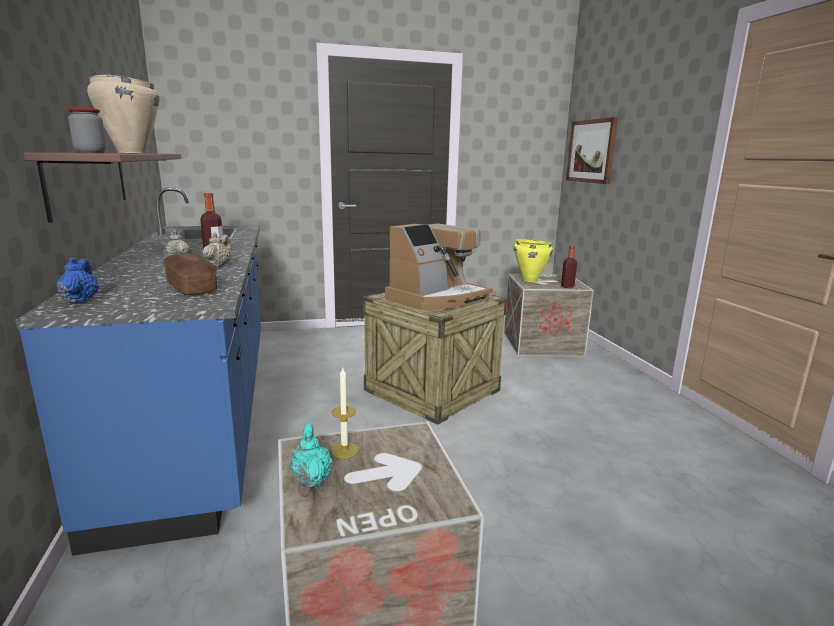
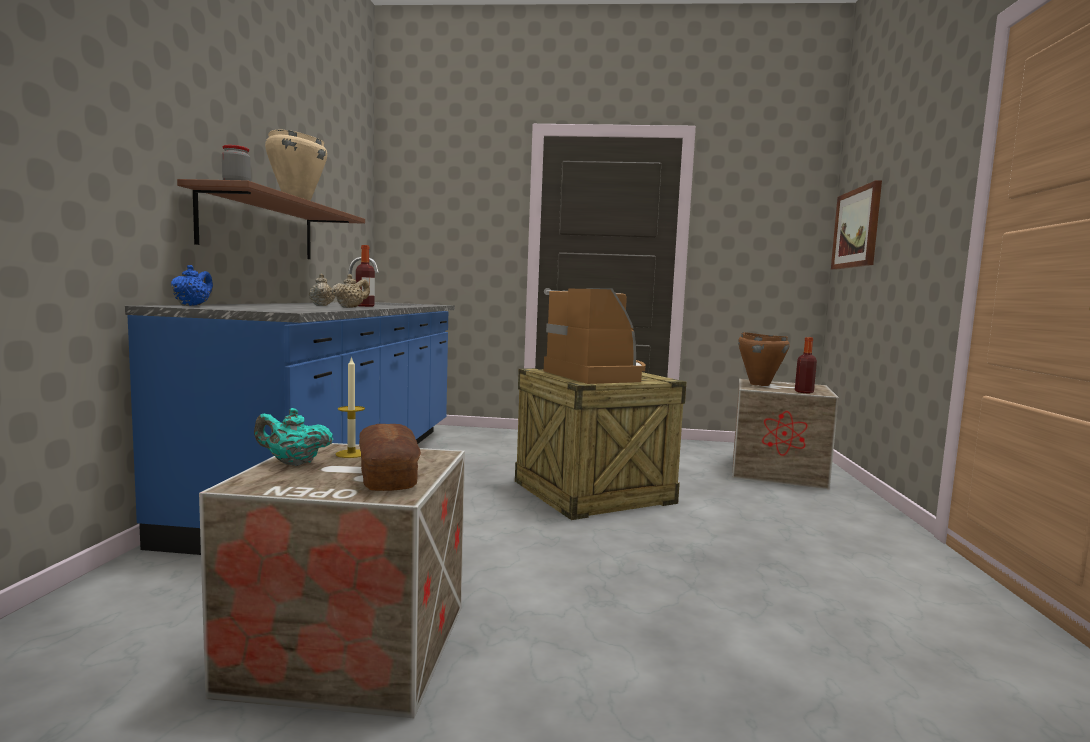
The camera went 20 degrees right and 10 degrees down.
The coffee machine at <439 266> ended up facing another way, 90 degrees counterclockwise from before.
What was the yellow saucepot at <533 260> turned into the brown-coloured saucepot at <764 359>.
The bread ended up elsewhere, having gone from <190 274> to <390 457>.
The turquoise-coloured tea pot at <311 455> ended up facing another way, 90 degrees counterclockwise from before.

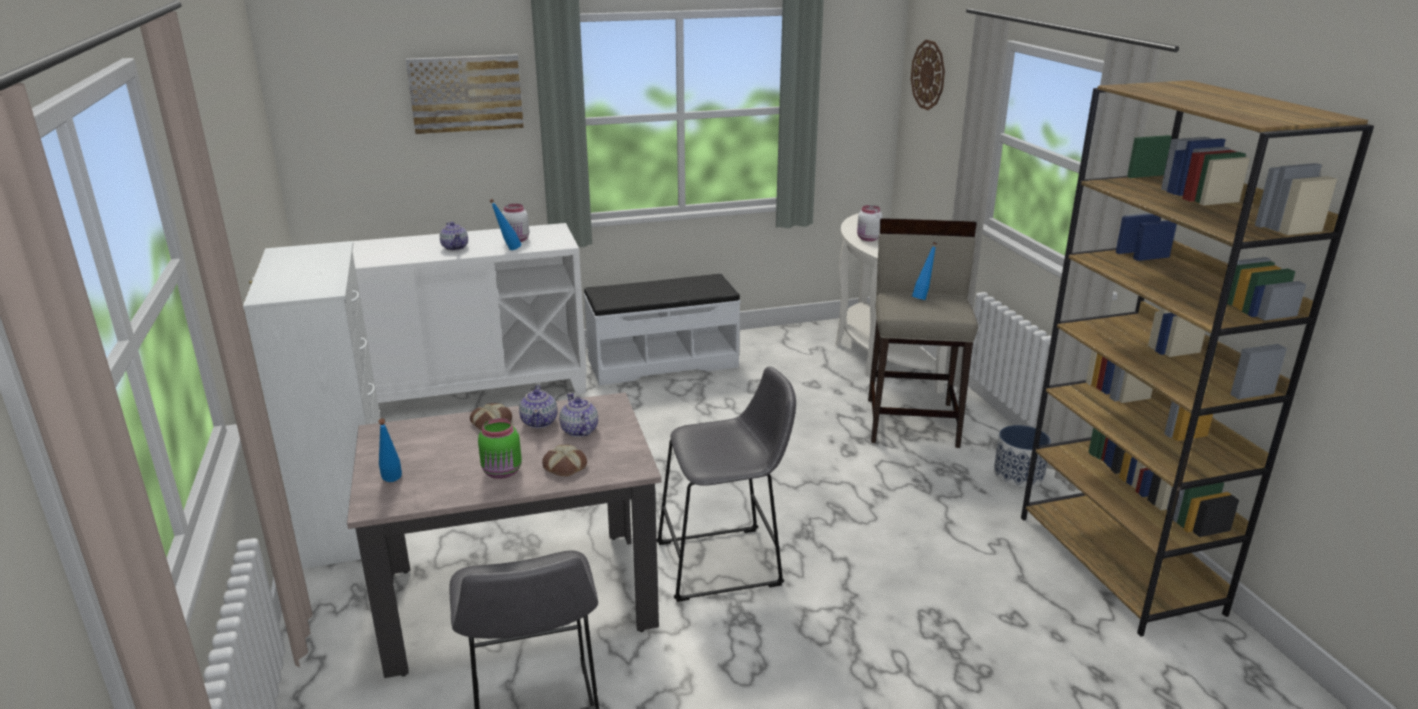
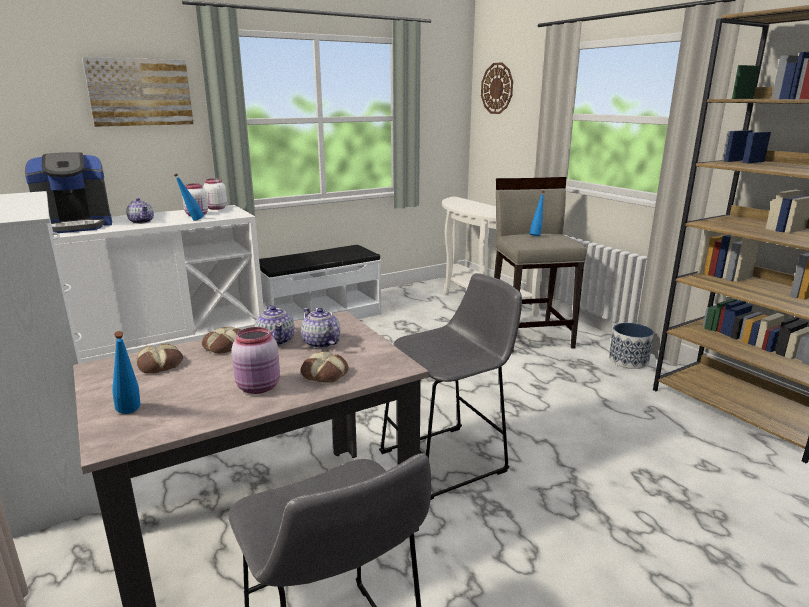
The camera went 15 degrees left and 5 degrees down.
The white jar ended up elsewhere, having gone from <870 223> to <215 194>.
What was the green jar at <499 448> turned into the pink-coloured jar at <255 360>.
The second view gained the coffee machine at <68 192>.
The second view gained the bread at <160 359>.

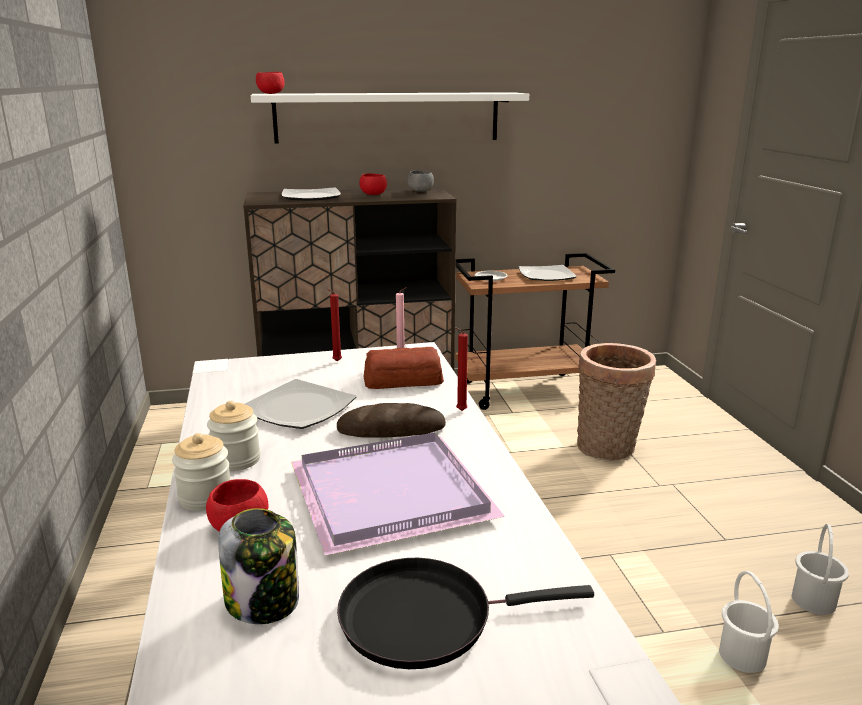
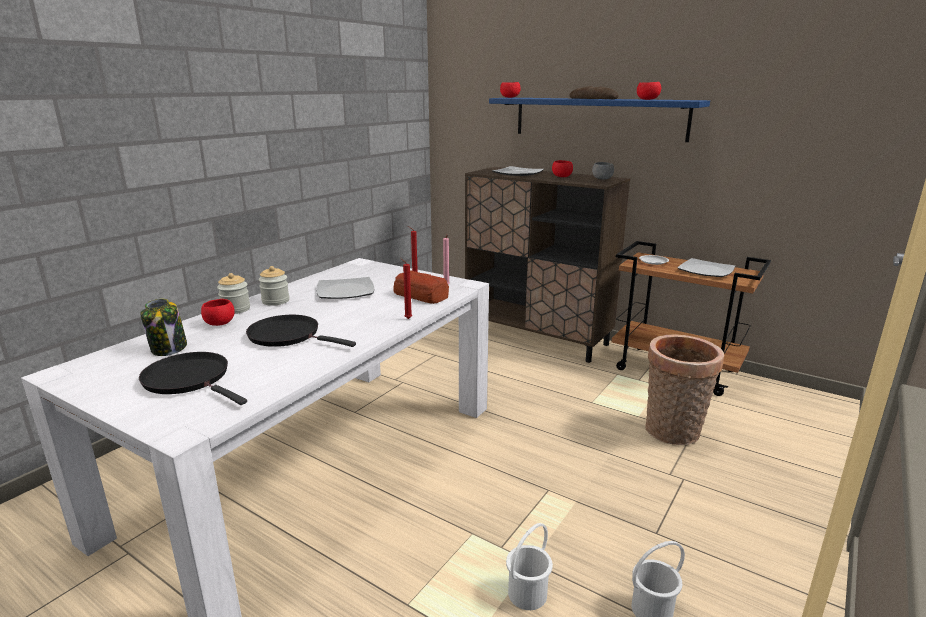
The camera went 45 degrees right and 0 degrees up.
What was the white shelf at <390 118> turned into the blue shelf at <599 120>.
The bread ended up elsewhere, having gone from <391 420> to <593 92>.
Where the purplish tray stood at <398 494>, the black pan came to stand at <301 331>.
The second view gained the reddish deep dish at <649 91>.

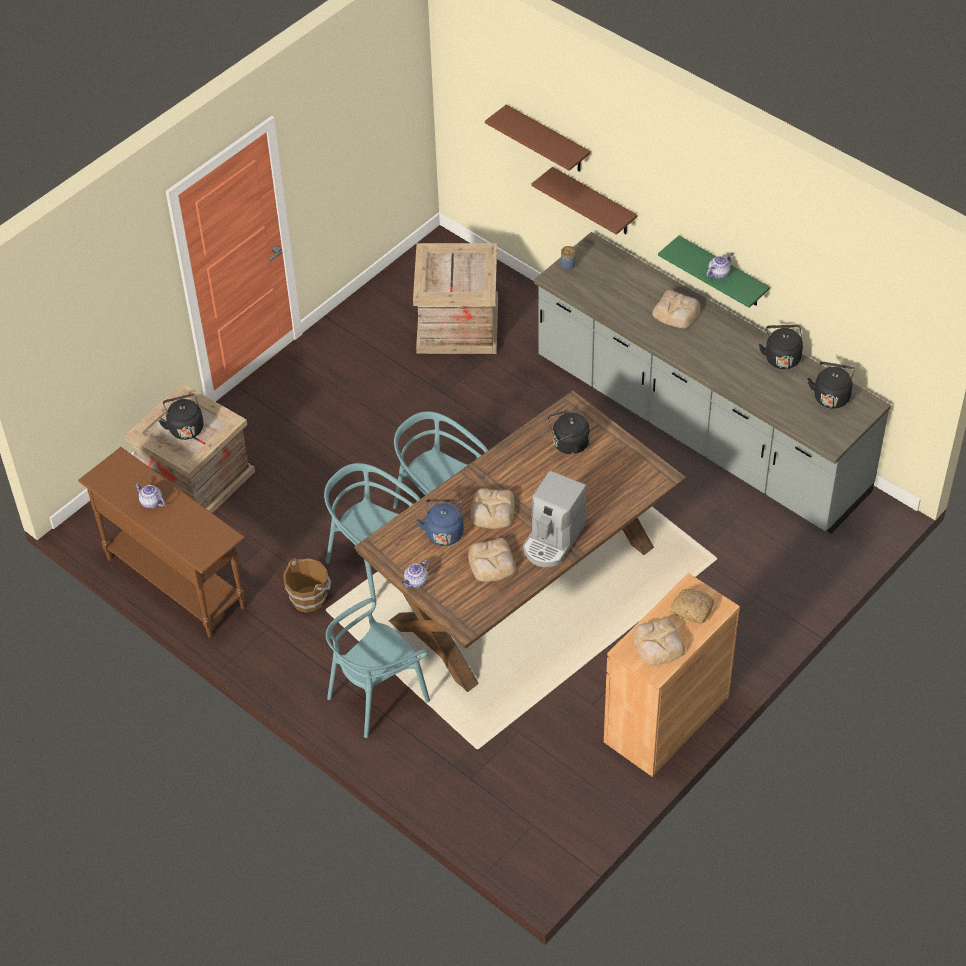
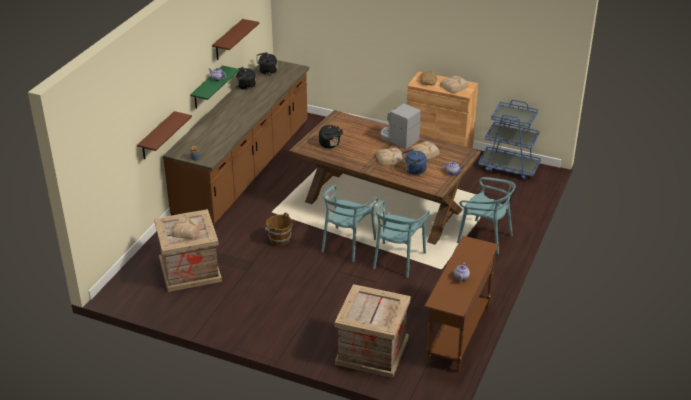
The camera went 110 degrees left and 15 degrees down.
The brown-coloured shelf ended up elsewhere, having gone from <538 138> to <235 39>.
What was the grey counter at <712 382> turned into the brown-coloured counter at <236 142>.
The bread ended up elsewhere, having gone from <676 309> to <186 228>.
The second view lost the black tea kettle at <181 416>.
The coffee machine at <555 518> ended up facing another way, 150 degrees counterclockwise from before.
The brown-coloured bucket ended up elsewhere, having gone from <307 585> to <278 229>.
The second view gained the blue wheeled cart at <509 140>.

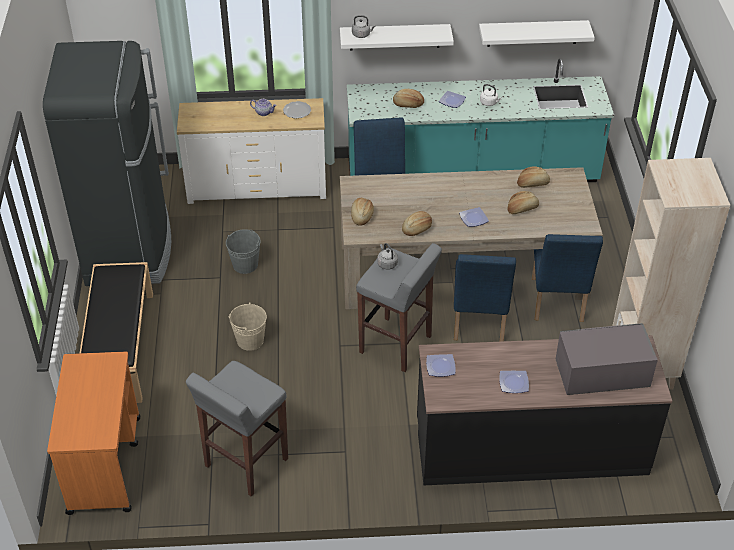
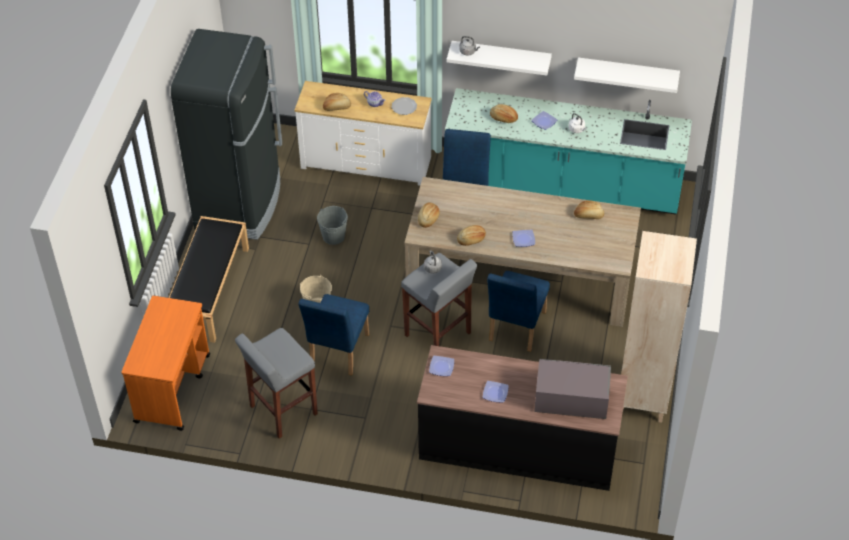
The camera went 15 degrees right and 5 degrees up.
The bread ended up elsewhere, having gone from <523 202> to <337 102>.
The blue plain chair ended up elsewhere, having gone from <567 278> to <333 334>.

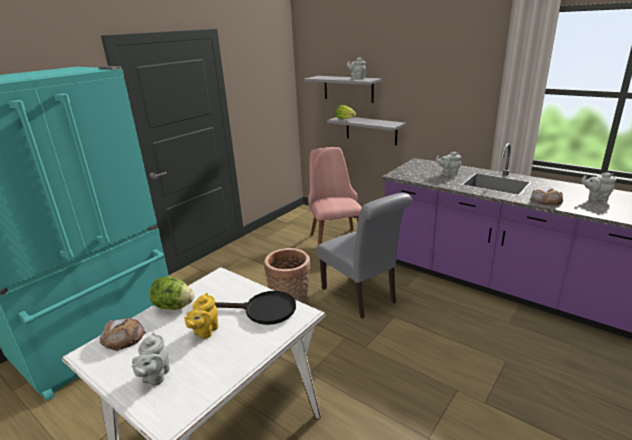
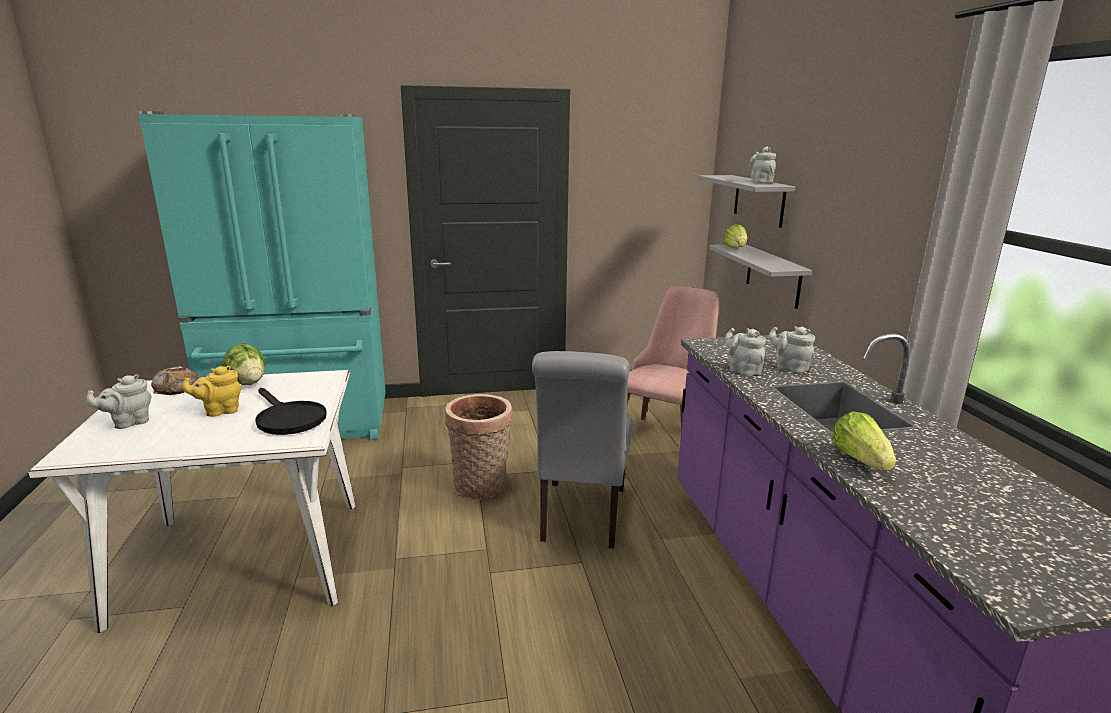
The camera went 40 degrees right and 5 degrees down.
The grey tea pot ended up elsewhere, having gone from <598 186> to <745 352>.
Where the bread stood at <546 196>, the head of lettuce came to stand at <863 440>.

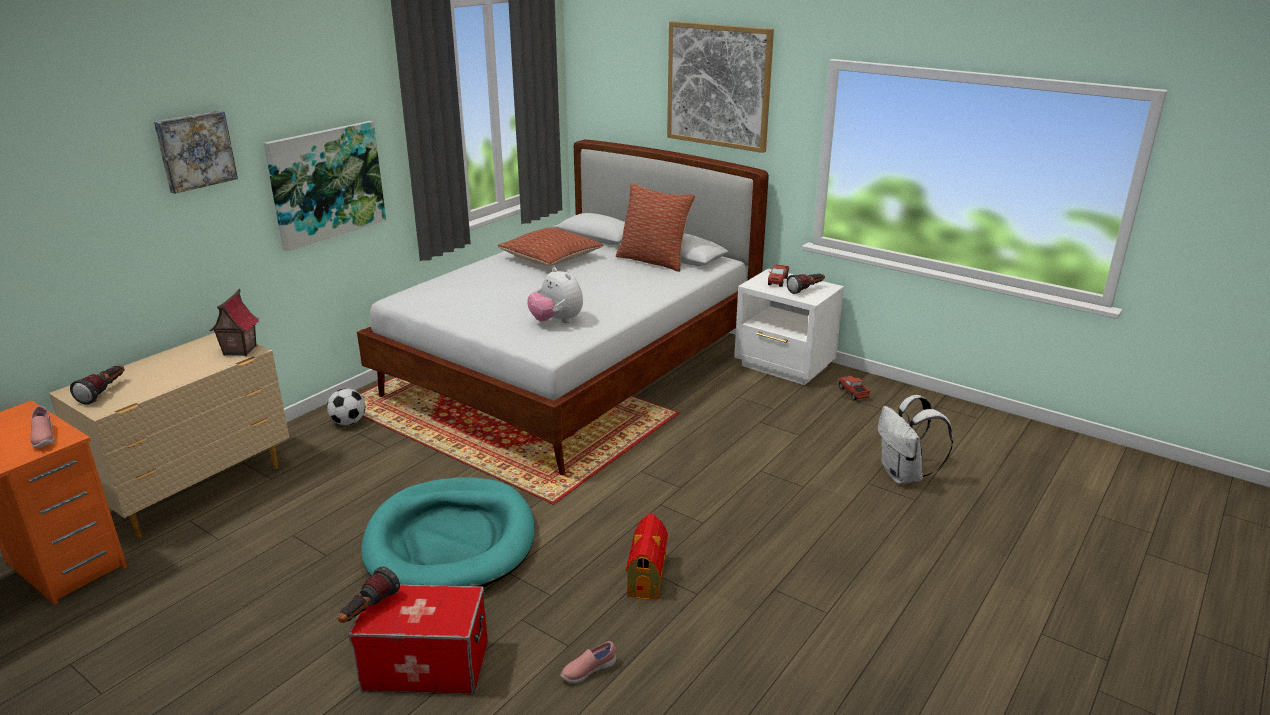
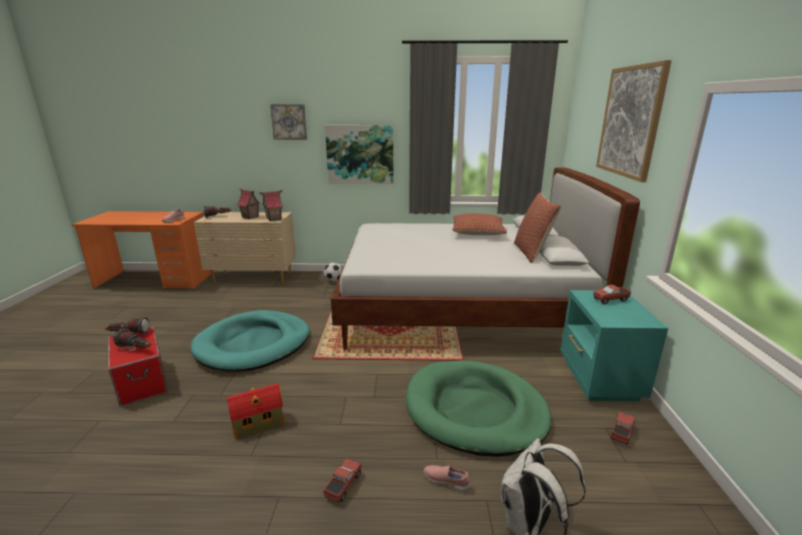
The camera went 55 degrees right and 5 degrees down.
The second view lost the soft toy at <555 295>.
What was the white night table at <789 326> turned into the turquoise-coloured night table at <614 345>.
The hand torch ended up elsewhere, having gone from <806 284> to <132 338>.
The pink-coloured shoe ended up elsewhere, having gone from <588 662> to <447 478>.
The second view gained the toy house at <249 203>.
The second view gained the green pet bed at <478 408>.
The second view gained the toy truck at <342 481>.

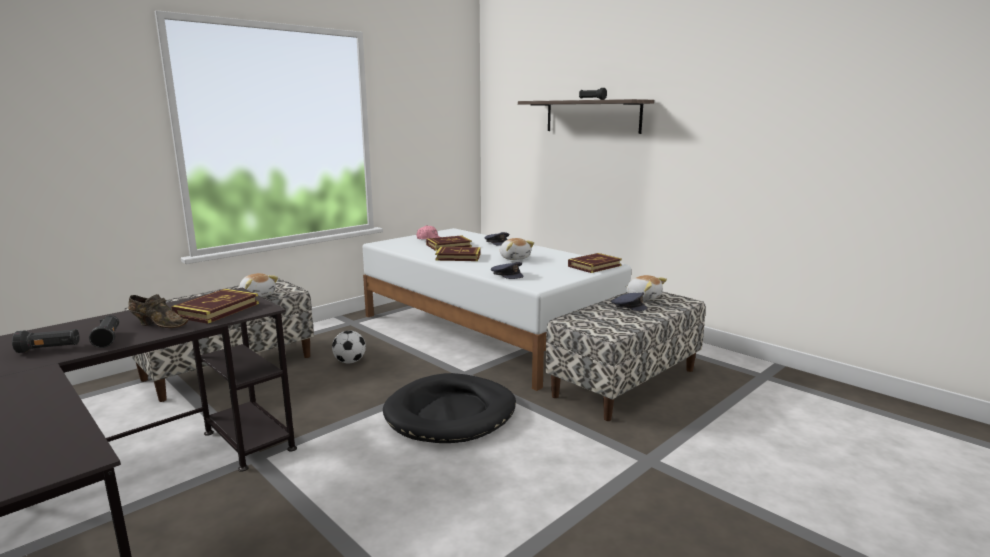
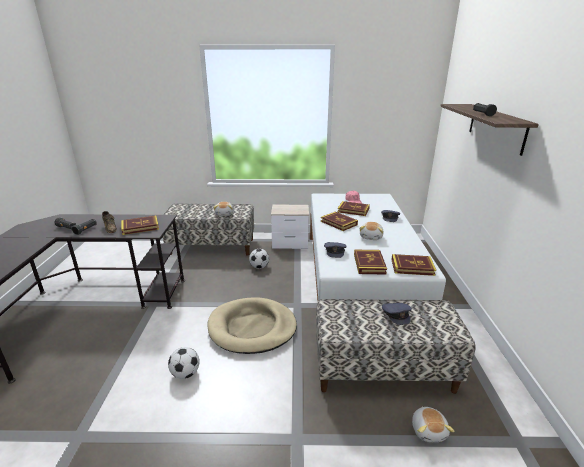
The camera went 45 degrees right and 10 degrees up.
The soft toy ended up elsewhere, having gone from <646 288> to <433 424>.
What was the black pet bed at <449 408> turned into the sand-coloured pet bed at <252 325>.
The second view gained the night table at <290 227>.
The second view gained the volume at <370 262>.
The second view gained the ball for football at <184 363>.

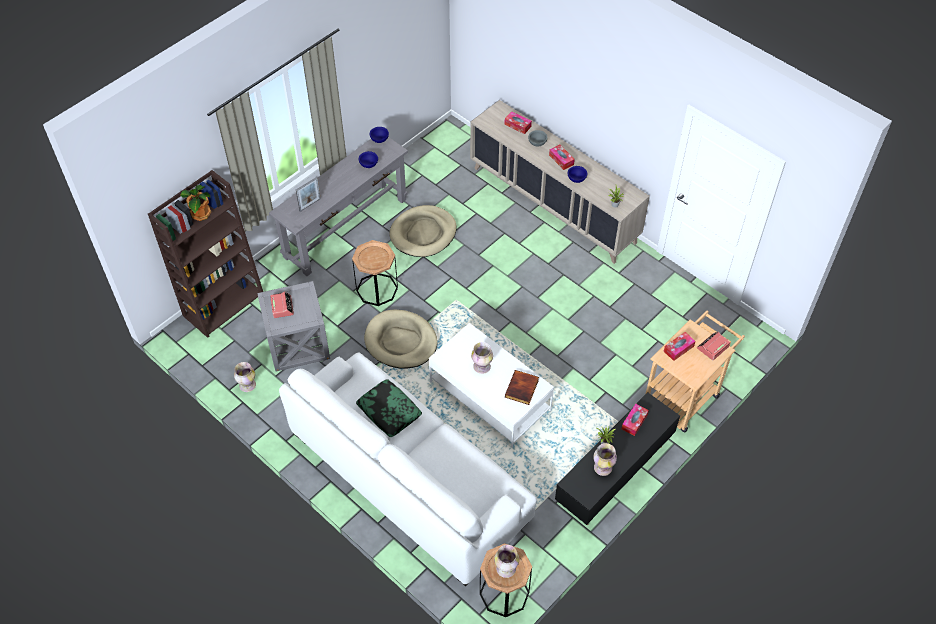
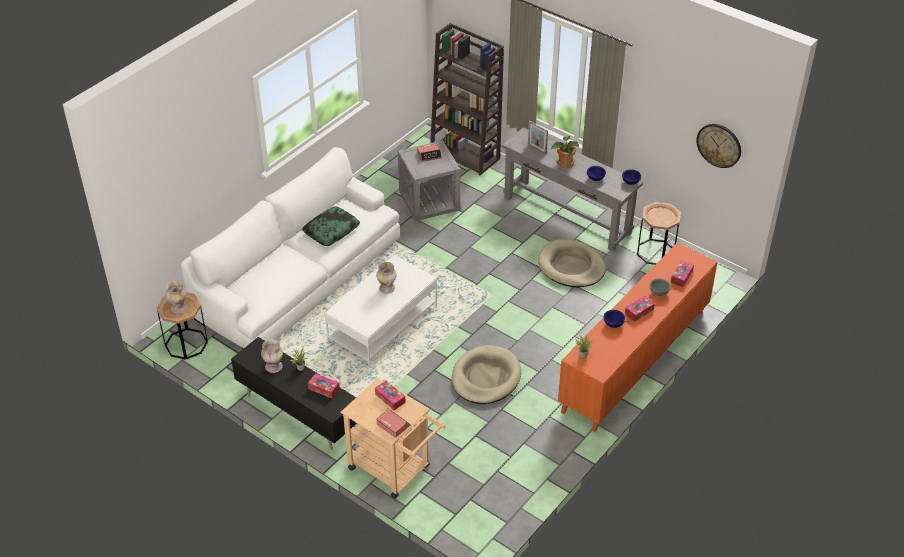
The camera went 85 degrees right and 10 degrees down.
What was the sand-coloured cabinet at <560 182> turned into the orangey cabinet at <637 337>.
The houseplant ended up elsewhere, having gone from <195 203> to <565 152>.
The brown-coloured end table ended up elsewhere, having gone from <375 273> to <659 233>.
The sand-coloured pet bed ended up elsewhere, having gone from <401 339> to <486 374>.
The second view lost the vase at <245 377>.
The second view lost the volume at <522 387>.
The second view gained the hanging clock at <718 146>.

